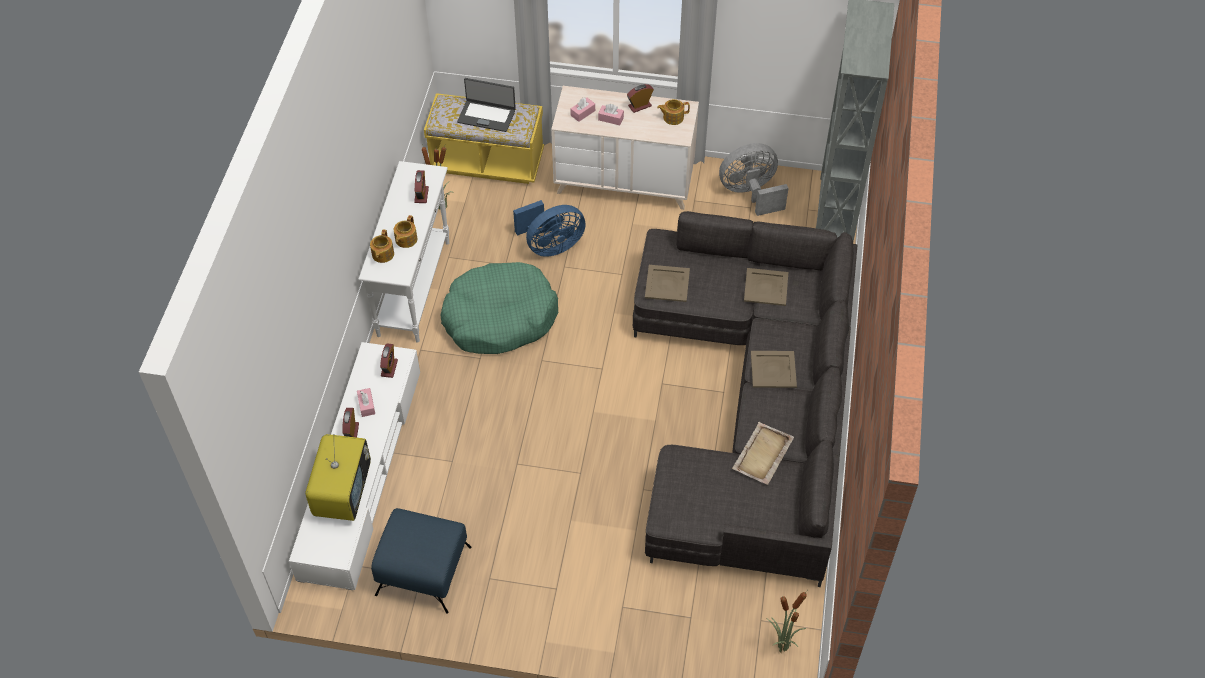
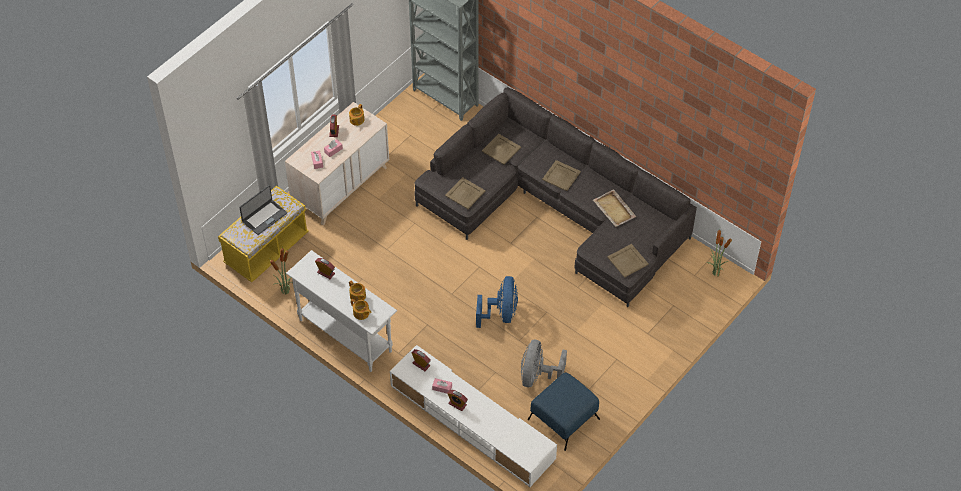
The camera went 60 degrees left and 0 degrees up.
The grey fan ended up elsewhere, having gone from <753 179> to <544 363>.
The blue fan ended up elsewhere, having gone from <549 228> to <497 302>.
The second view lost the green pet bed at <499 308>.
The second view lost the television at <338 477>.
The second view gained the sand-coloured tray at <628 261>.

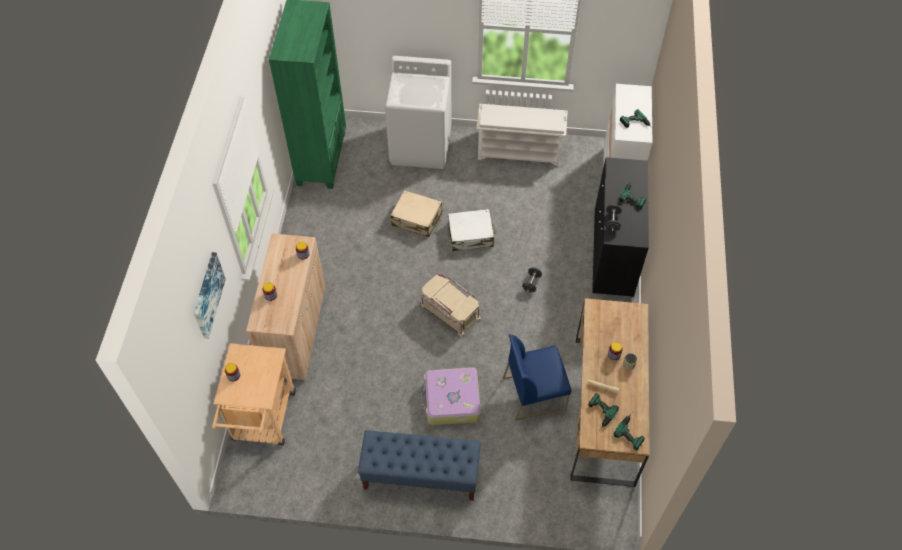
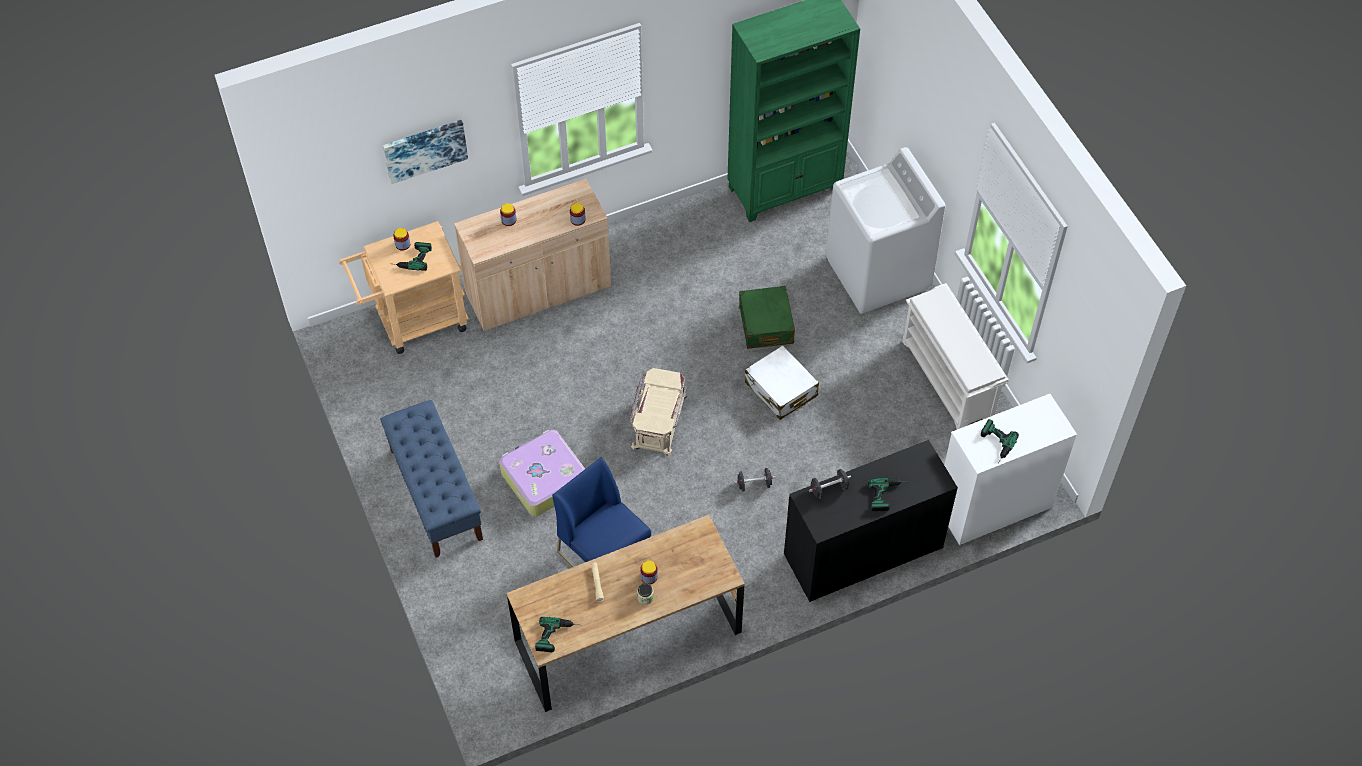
The camera went 60 degrees right and 0 degrees up.
What was the sand-coloured travel case at <416 213> turned into the green travel case at <767 317>.
The drill ended up elsewhere, having gone from <604 412> to <413 256>.

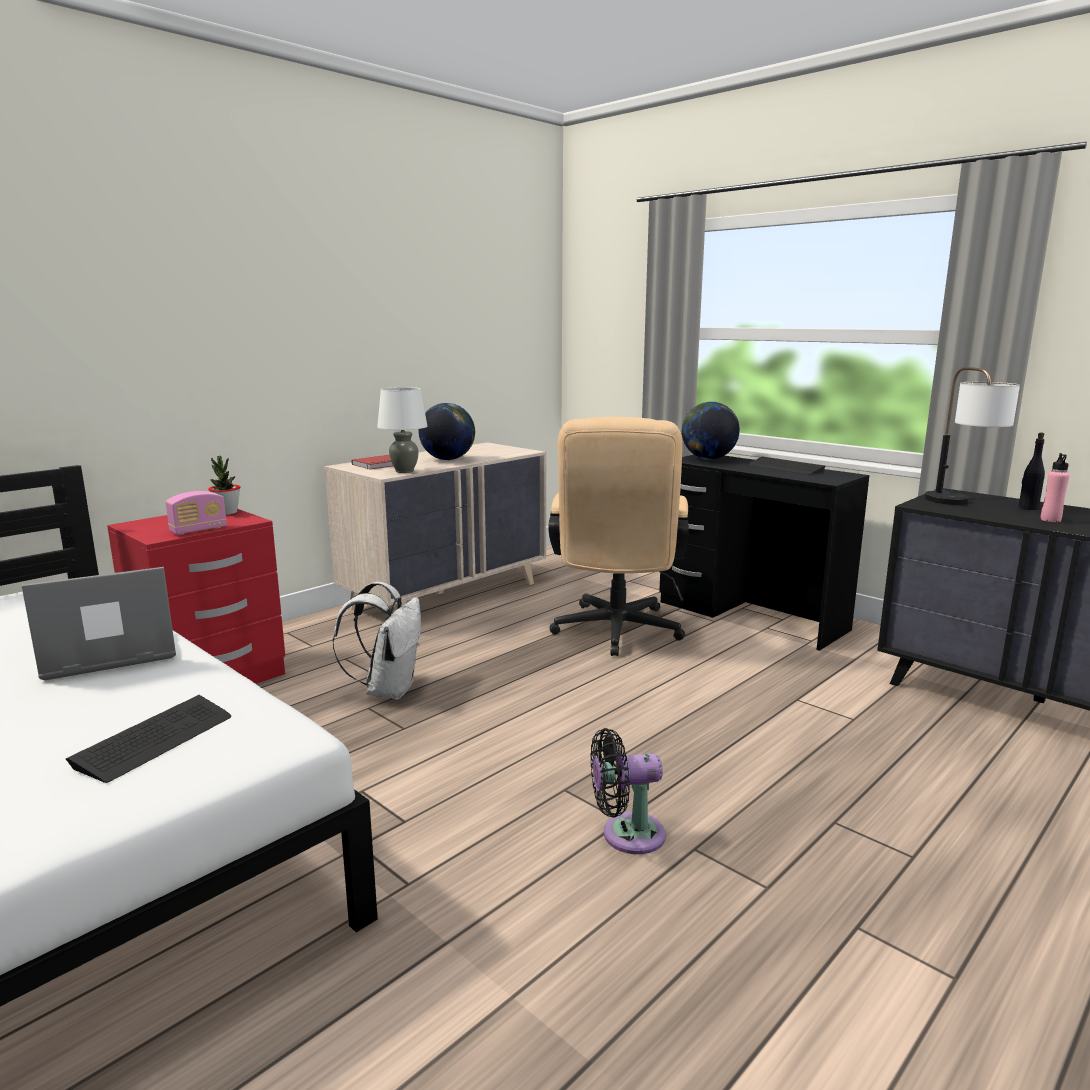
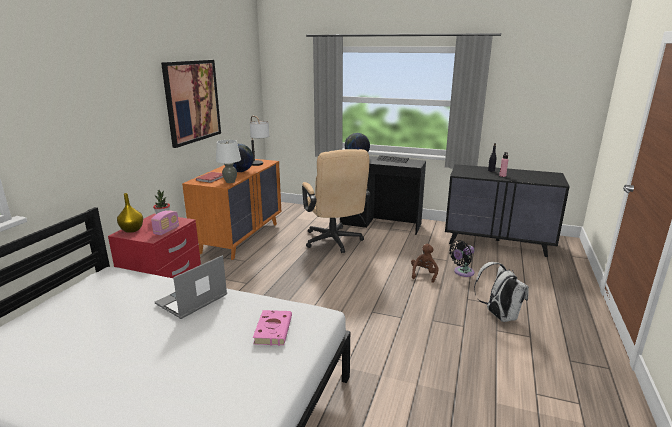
The camera went 25 degrees left and 5 degrees up.
The tabletop lamp ended up elsewhere, having gone from <972 436> to <259 141>.
What was the sand-coloured drawer chest at <435 526> turned into the orangey drawer chest at <231 209>.
The white backpack ended up elsewhere, having gone from <377 641> to <501 292>.
Where the PC keyboard stood at <148 739>, the pink-coloured volume came to stand at <272 328>.
The black fan ended up elsewhere, having gone from <628 791> to <462 258>.
The second view gained the wall art at <191 104>.
The second view gained the yellow vase at <130 213>.
The second view gained the brown-coloured soft toy at <424 263>.

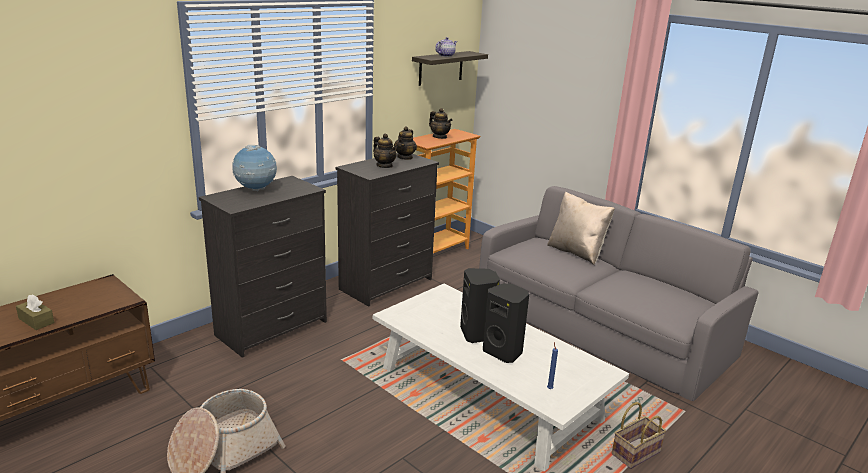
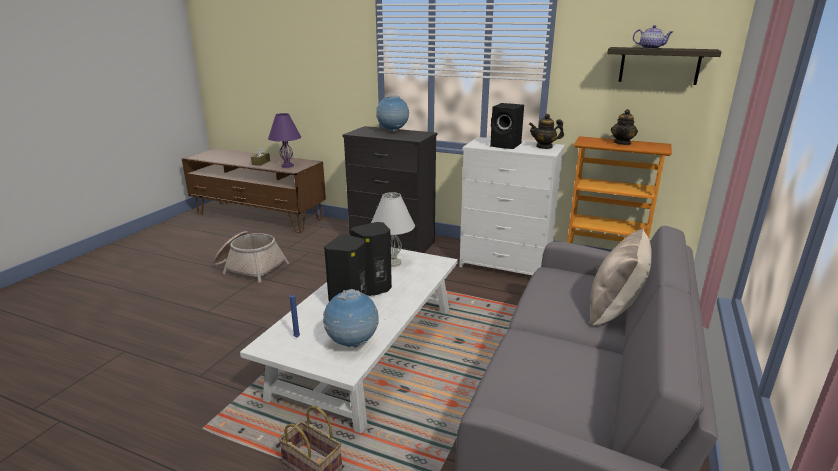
The camera went 70 degrees right and 0 degrees up.
Where the tea pot stood at <385 151>, the black audio speaker came to stand at <507 126>.
What was the black drawer chest at <387 230> turned into the white drawer chest at <512 206>.
The second view gained the purplish tabletop lamp at <284 140>.
The second view gained the white tabletop lamp at <393 229>.
The second view gained the world globe at <351 318>.

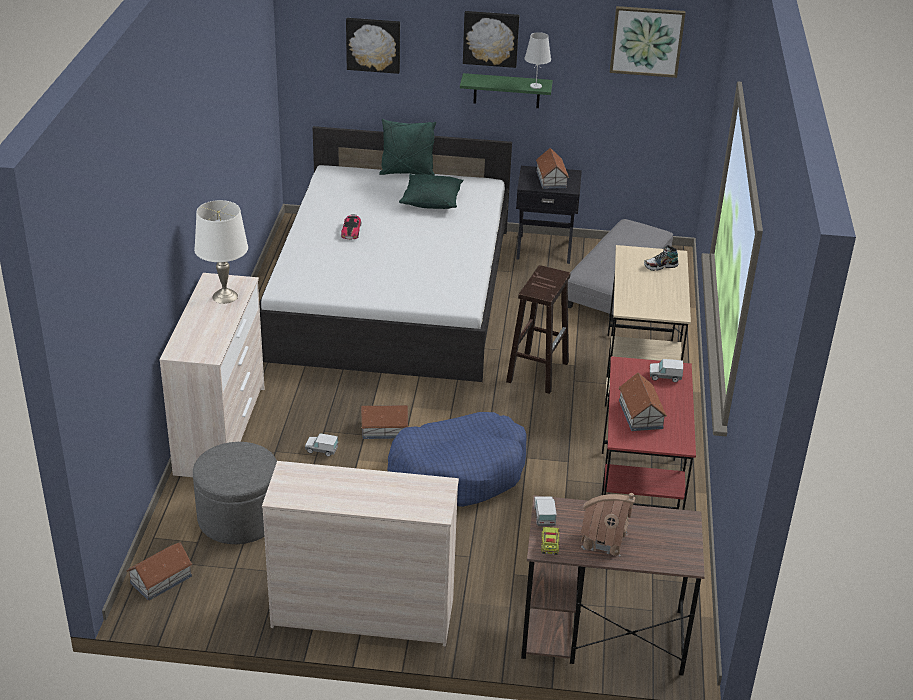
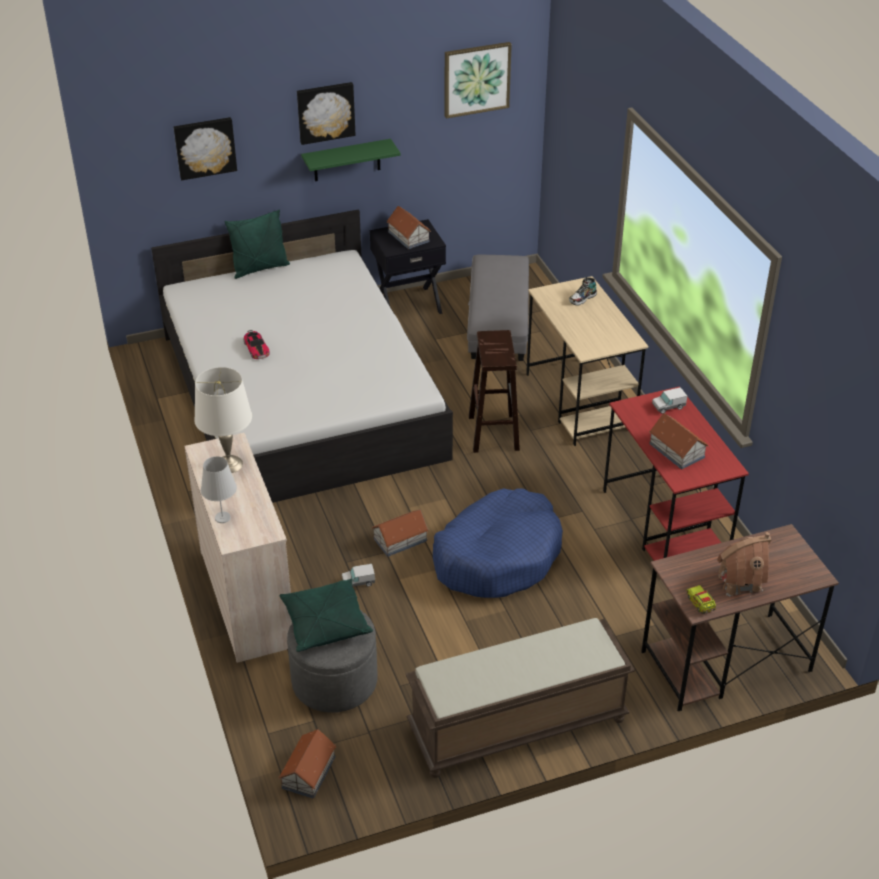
The camera went 25 degrees left and 5 degrees up.
The white tabletop lamp ended up elsewhere, having gone from <538 60> to <219 489>.
The green throw pillow ended up elsewhere, having gone from <431 191> to <326 615>.
Where the sand-coloured drawer chest stood at <360 554>, the brown-coloured indoor bench came to stand at <520 698>.
The second view lost the toy truck at <545 511>.

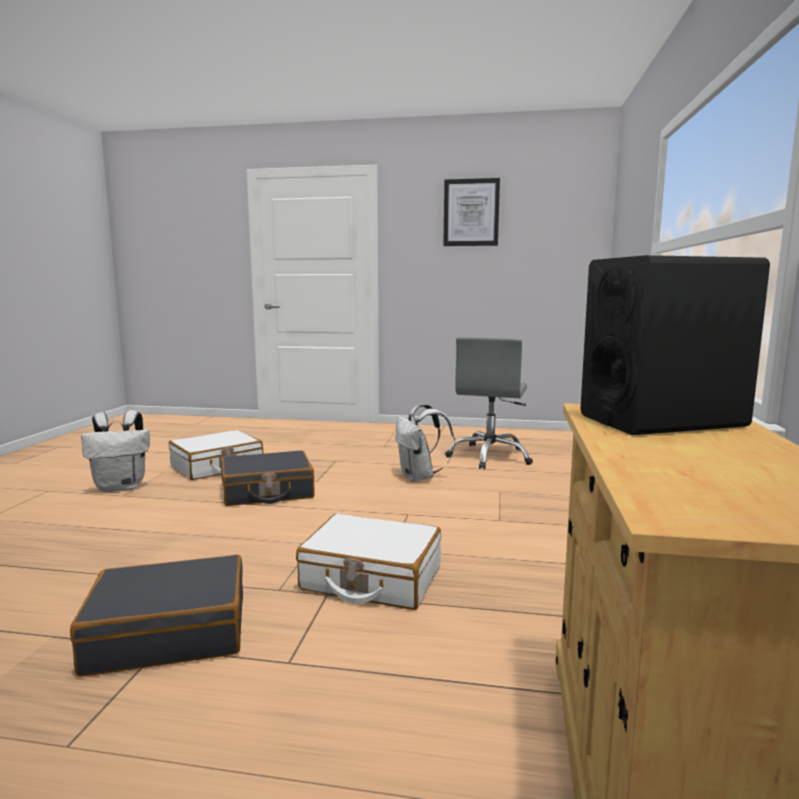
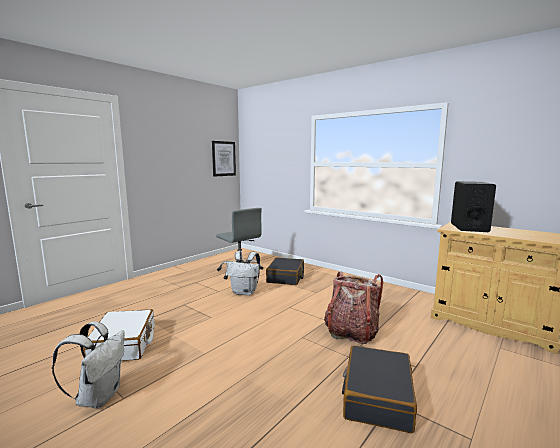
The camera went 60 degrees left and 0 degrees up.
The wall art ended up elsewhere, having gone from <471 212> to <224 159>.
The black travel case ended up elsewhere, having gone from <268 478> to <285 271>.
Where the white travel case stood at <368 561>, the backpack came to stand at <353 308>.

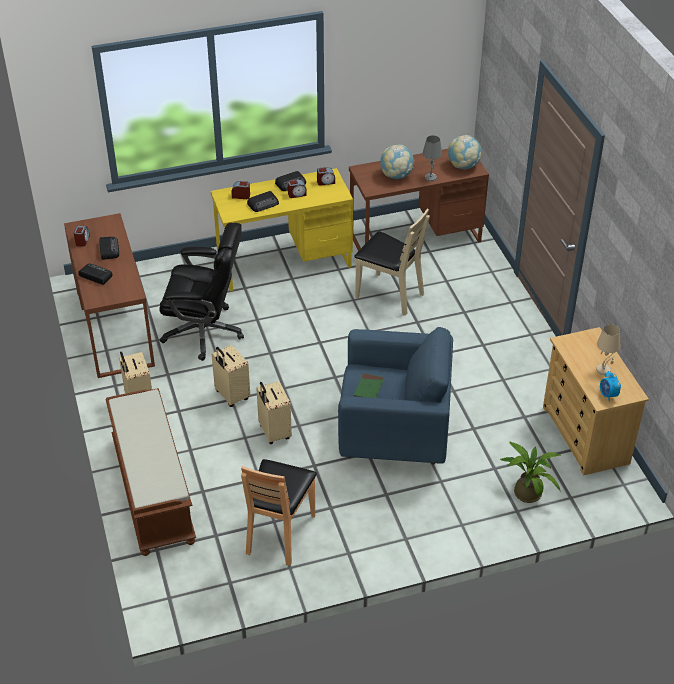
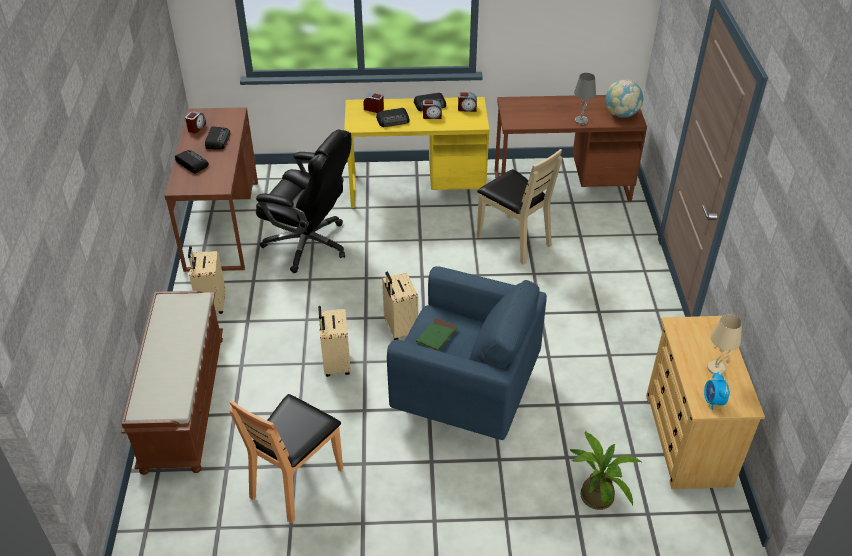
The camera went 15 degrees right and 0 degrees up.
The second view lost the world globe at <397 161>.
The sand-coloured travel case ended up elsewhere, having gone from <231 376> to <400 306>.

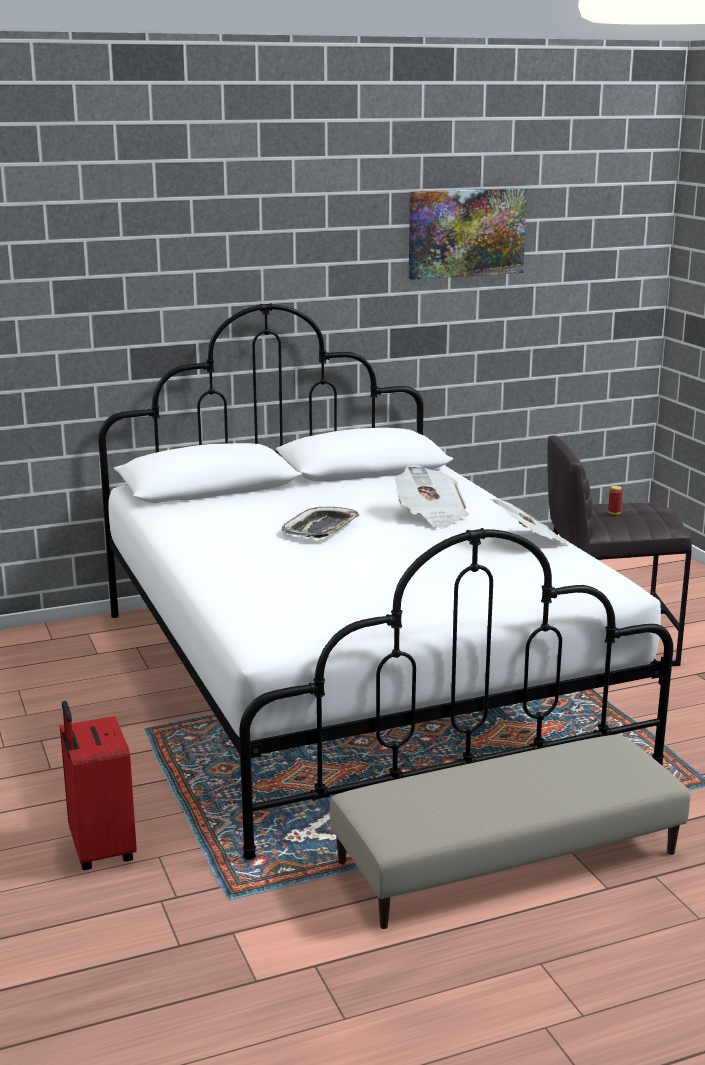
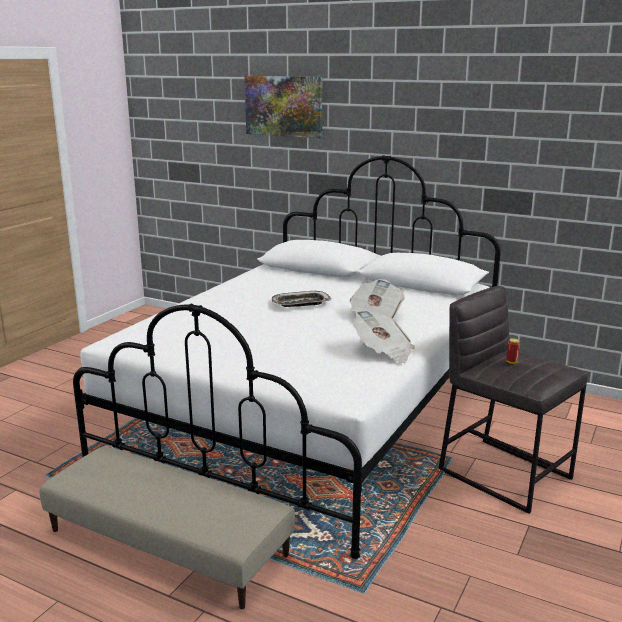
The camera went 50 degrees right and 0 degrees up.
The wall art ended up elsewhere, having gone from <468 234> to <284 107>.
The second view lost the reddish travel case at <98 785>.

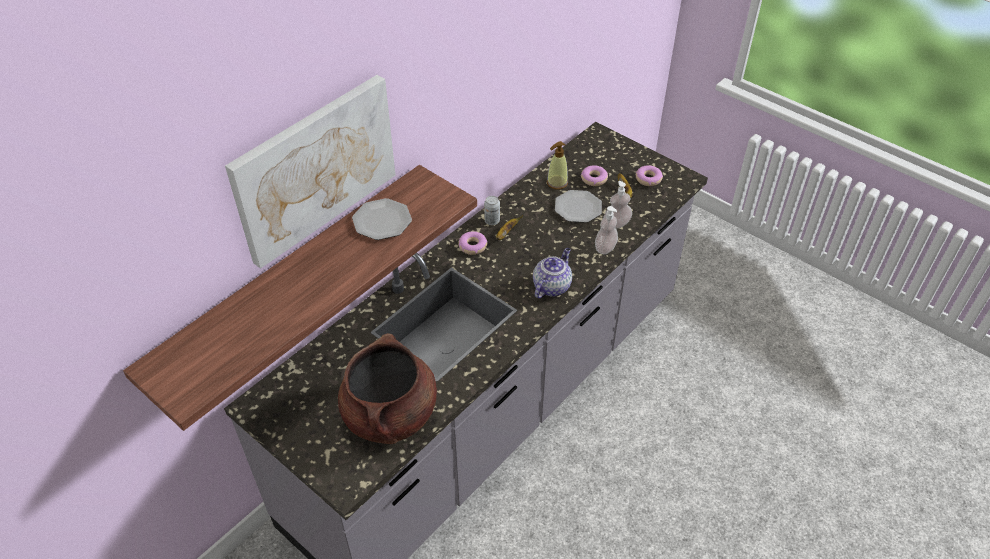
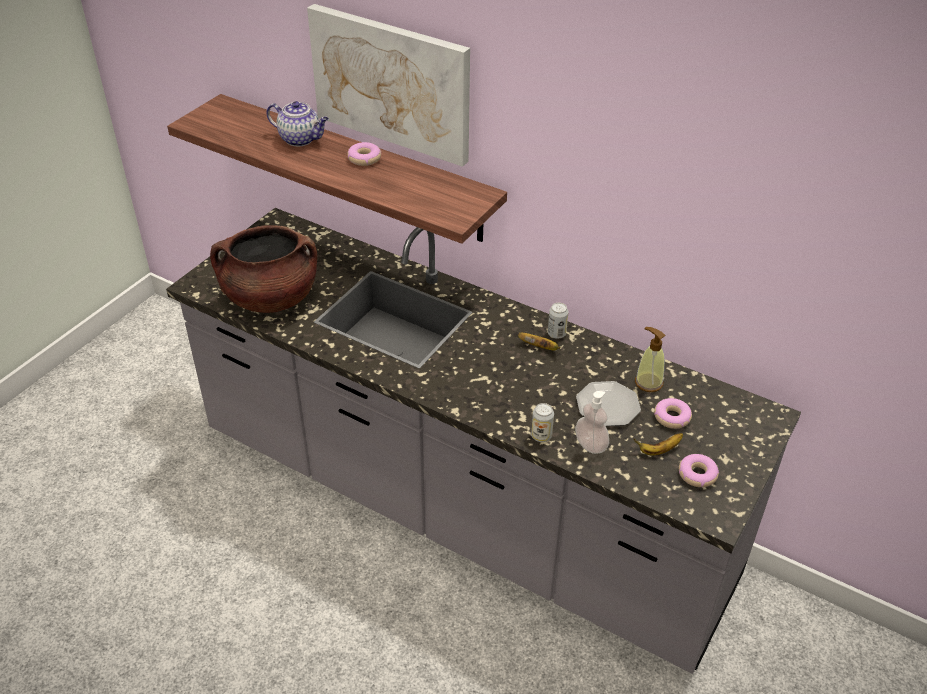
The camera went 80 degrees right and 5 degrees down.
The second view lost the dinner plate at <382 219>.
Where the soap dispenser stood at <606 230>, the metal can came to stand at <542 422>.
The donut ended up elsewhere, having gone from <473 243> to <364 154>.
The tea pot ended up elsewhere, having gone from <552 273> to <297 124>.

